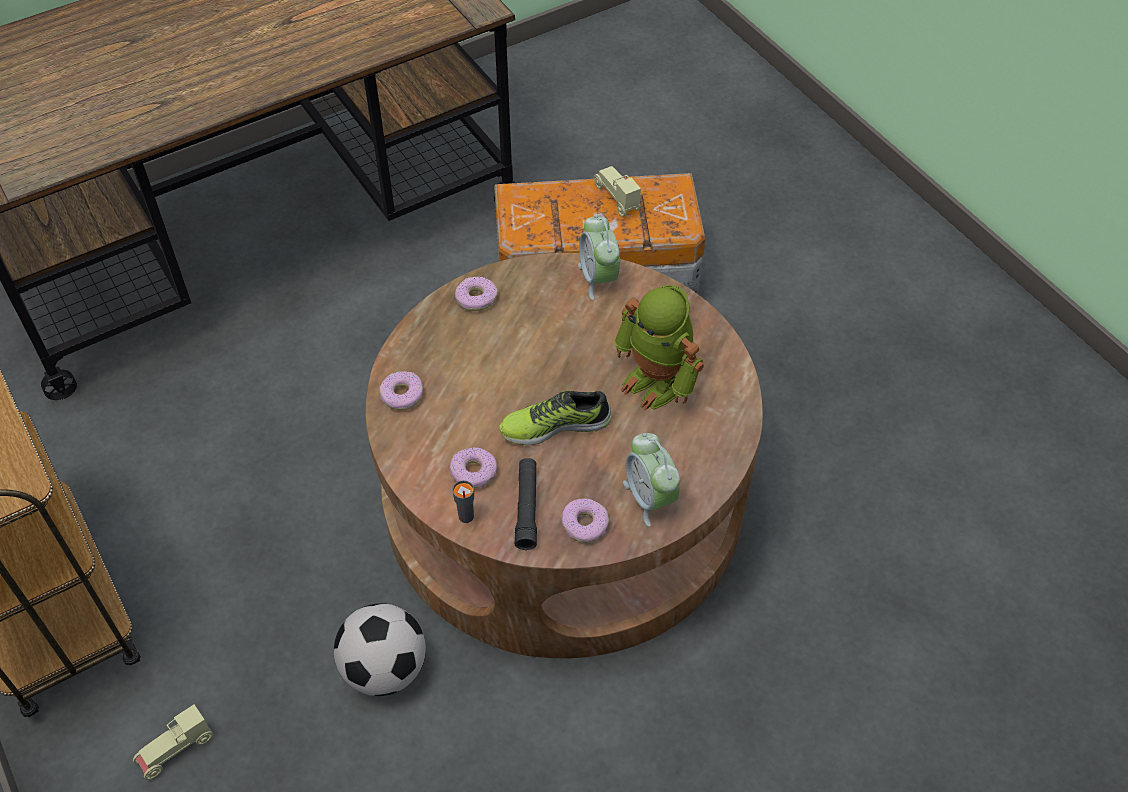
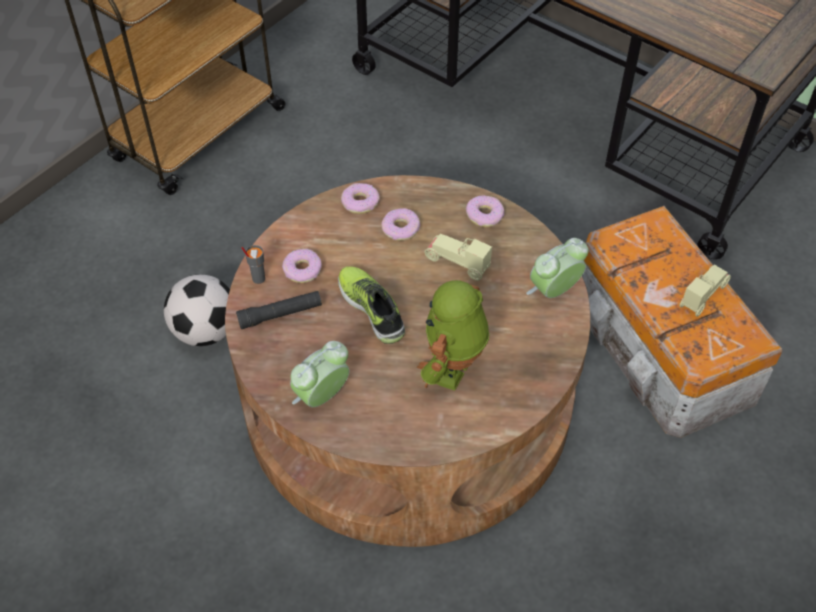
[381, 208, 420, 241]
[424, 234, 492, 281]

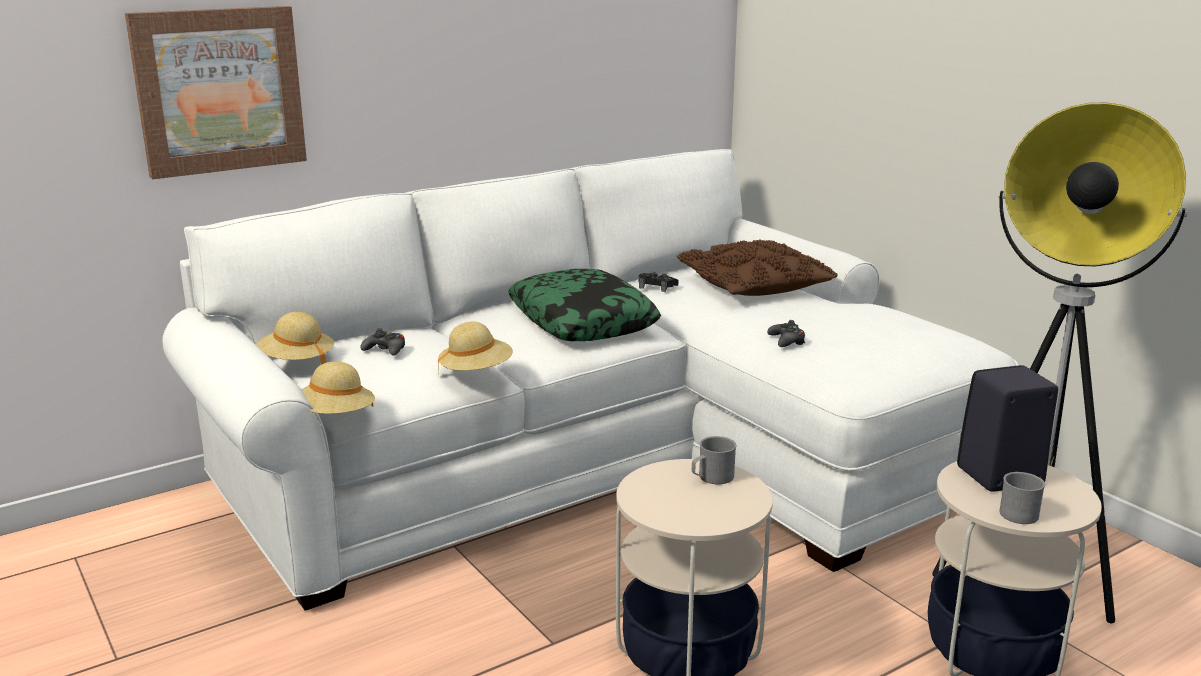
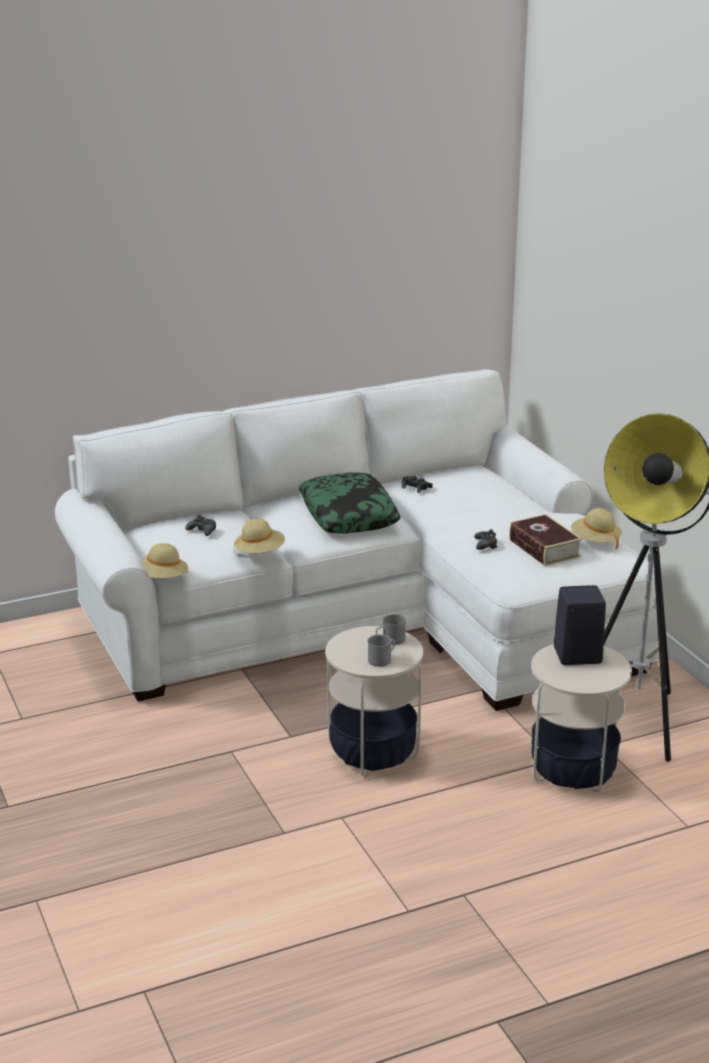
[125, 6, 307, 179] (first image)
[676, 239, 838, 296] (first image)
[571, 508, 622, 549]
[368, 635, 395, 667]
[509, 514, 582, 566]

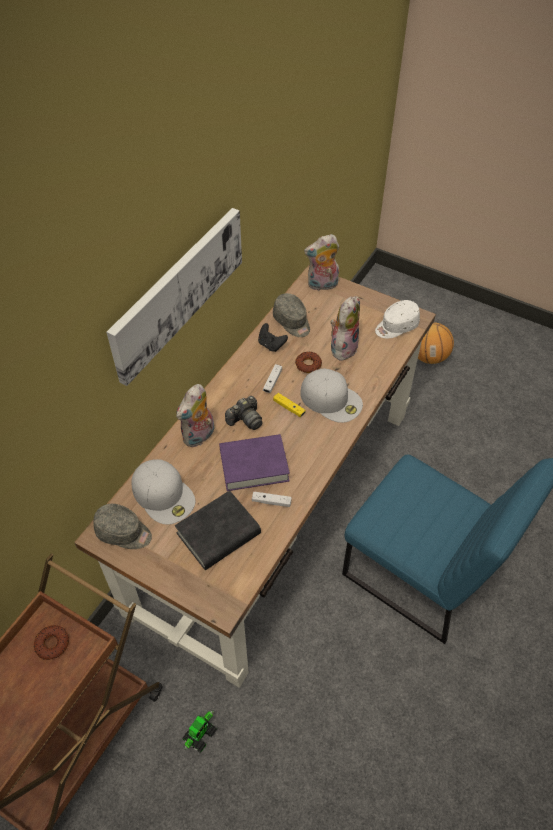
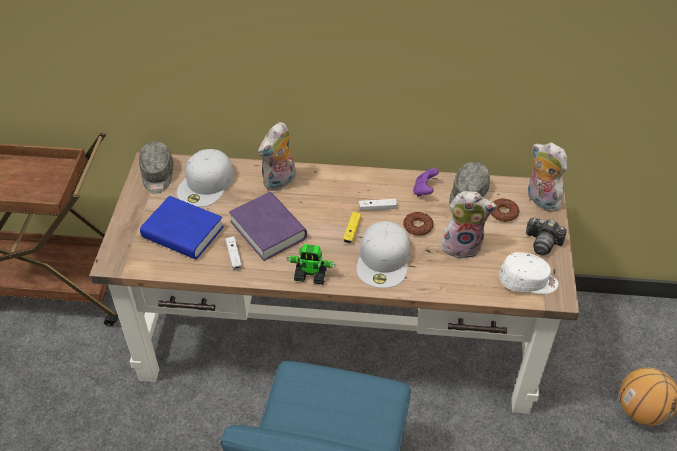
[106, 208, 242, 386] (first image)
[499, 252, 559, 294]
[413, 168, 439, 197]
[258, 122, 296, 191]
[526, 217, 567, 256]
[140, 196, 224, 260]
[491, 198, 519, 222]
[286, 244, 336, 285]

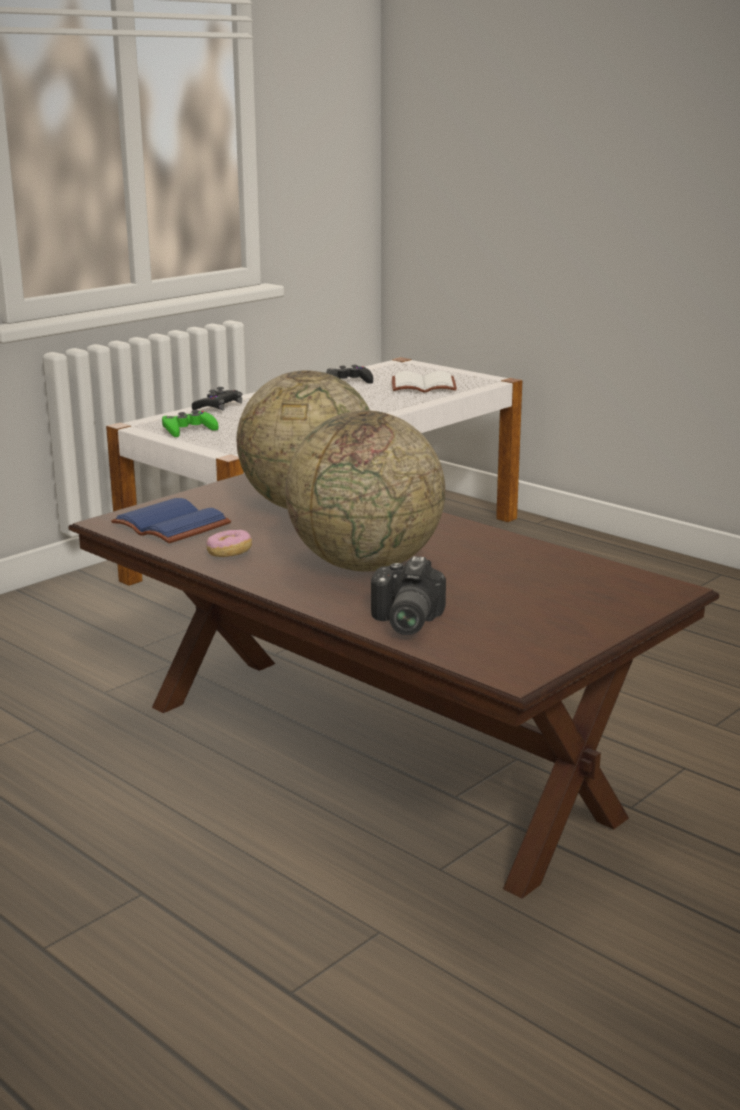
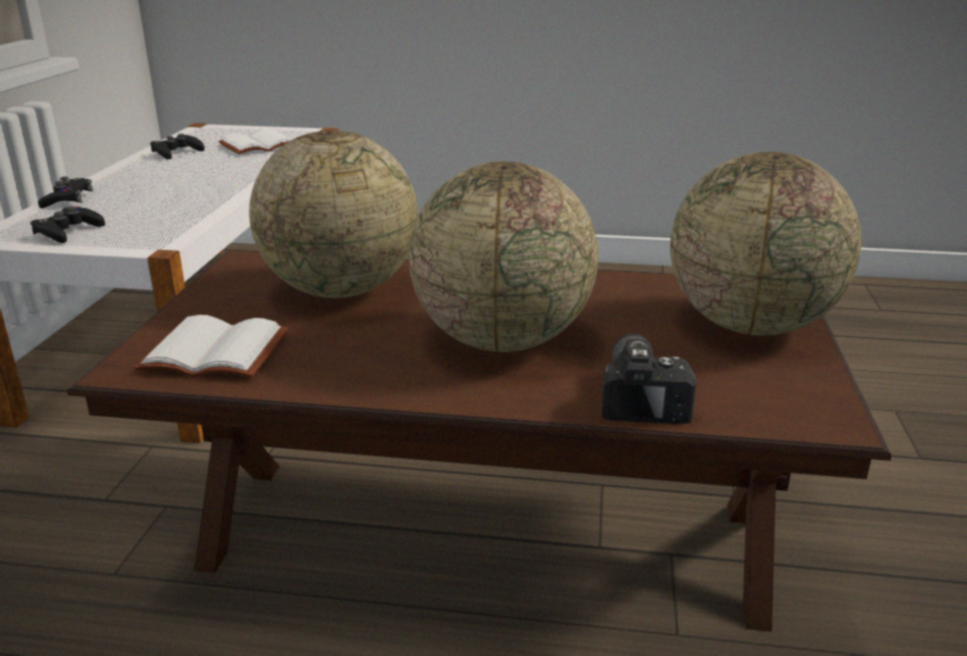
[30, 206, 105, 243]
[134, 315, 288, 378]
[206, 530, 252, 557] (first image)
[602, 334, 697, 424]
[670, 152, 861, 335]

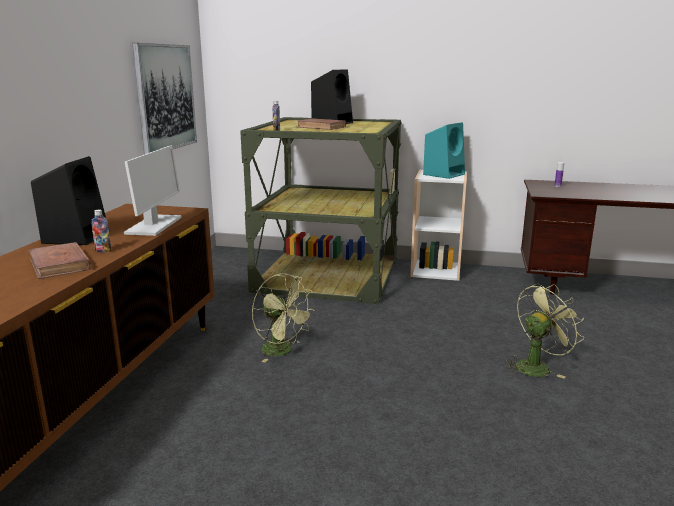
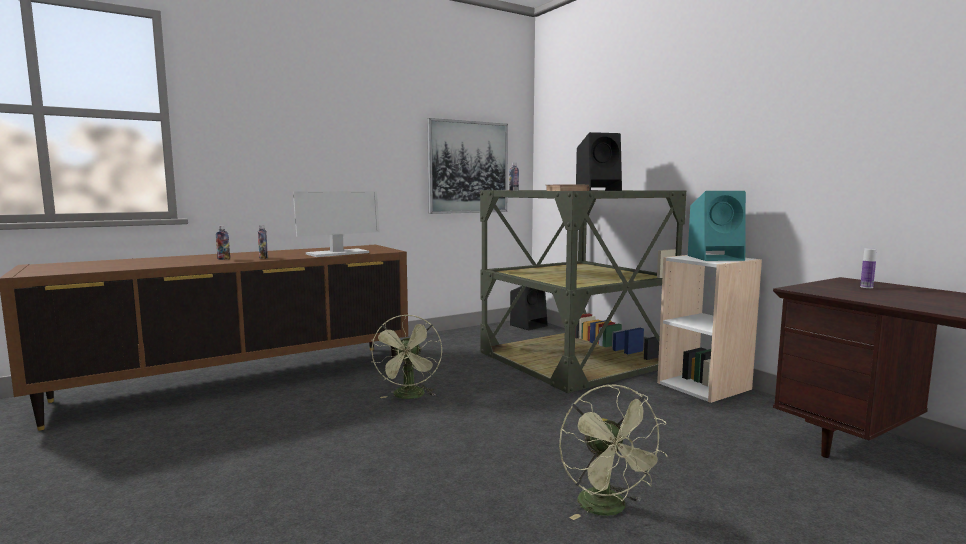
[510, 286, 548, 330]
[216, 226, 230, 260]
[559, 384, 668, 520]

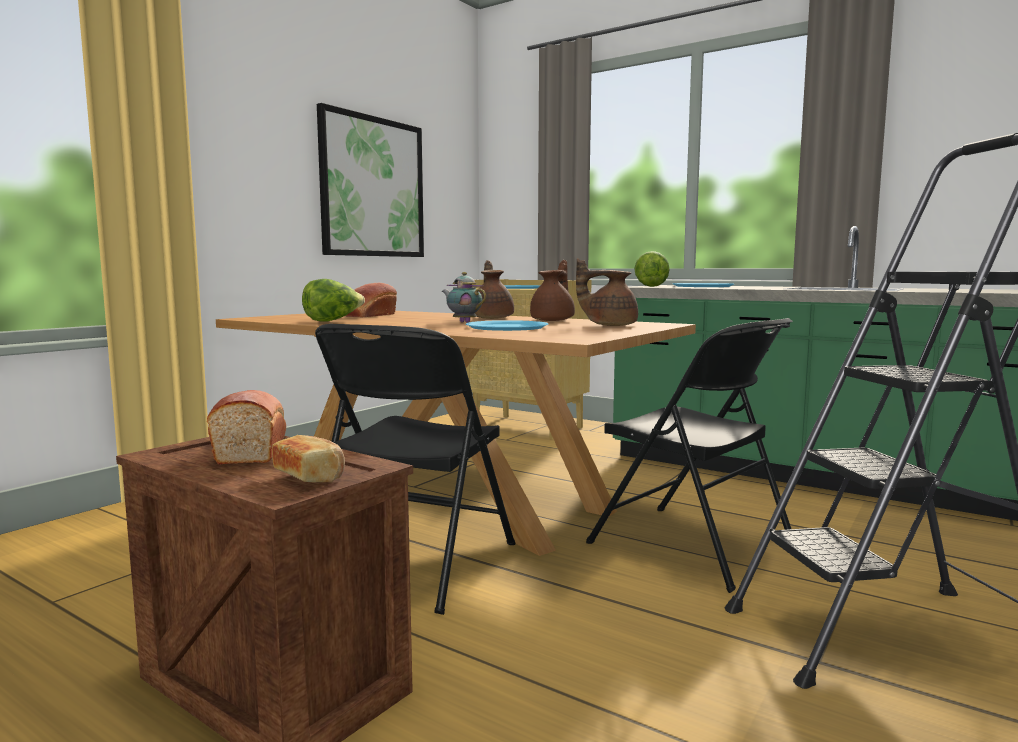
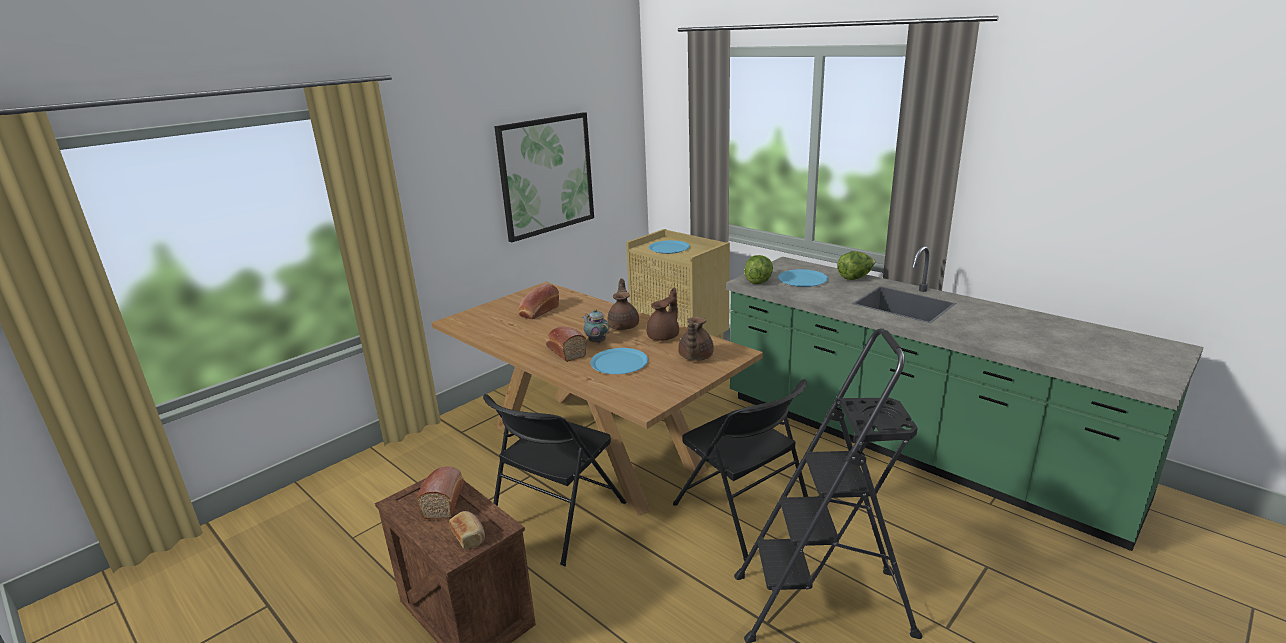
[678, 317, 714, 360]
[837, 251, 875, 280]
[546, 326, 587, 362]

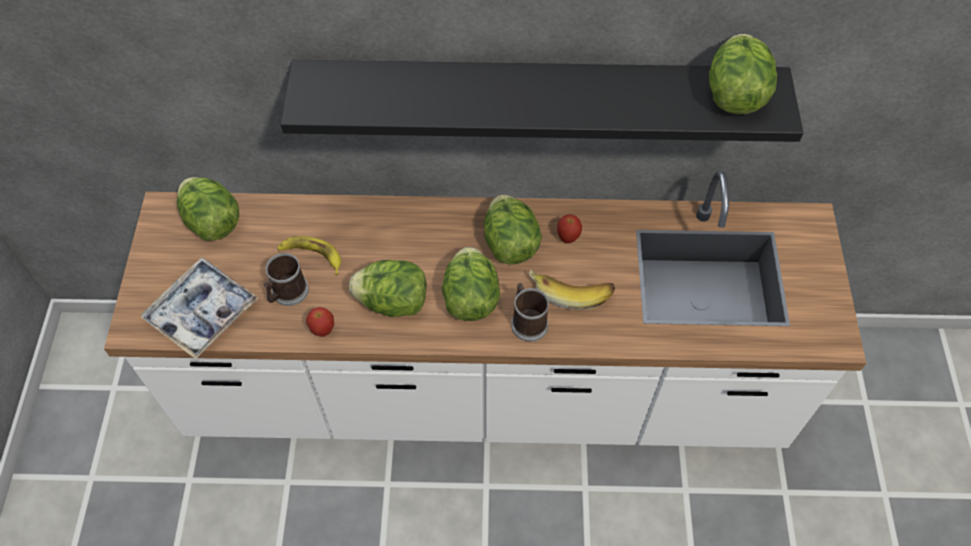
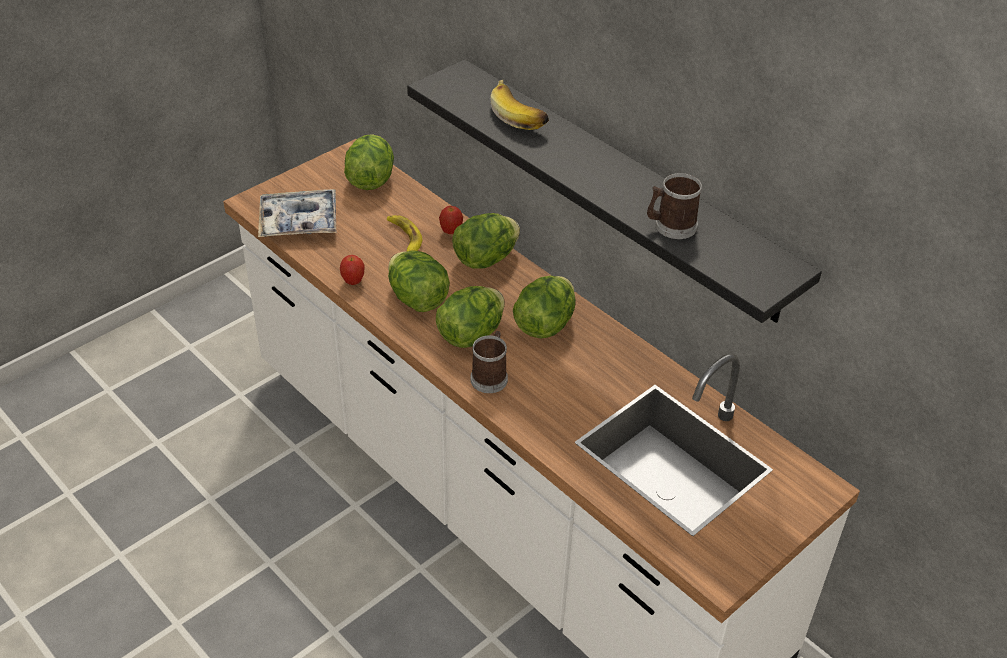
[452, 213, 520, 269]
[439, 206, 463, 234]
[647, 173, 702, 239]
[490, 80, 549, 130]

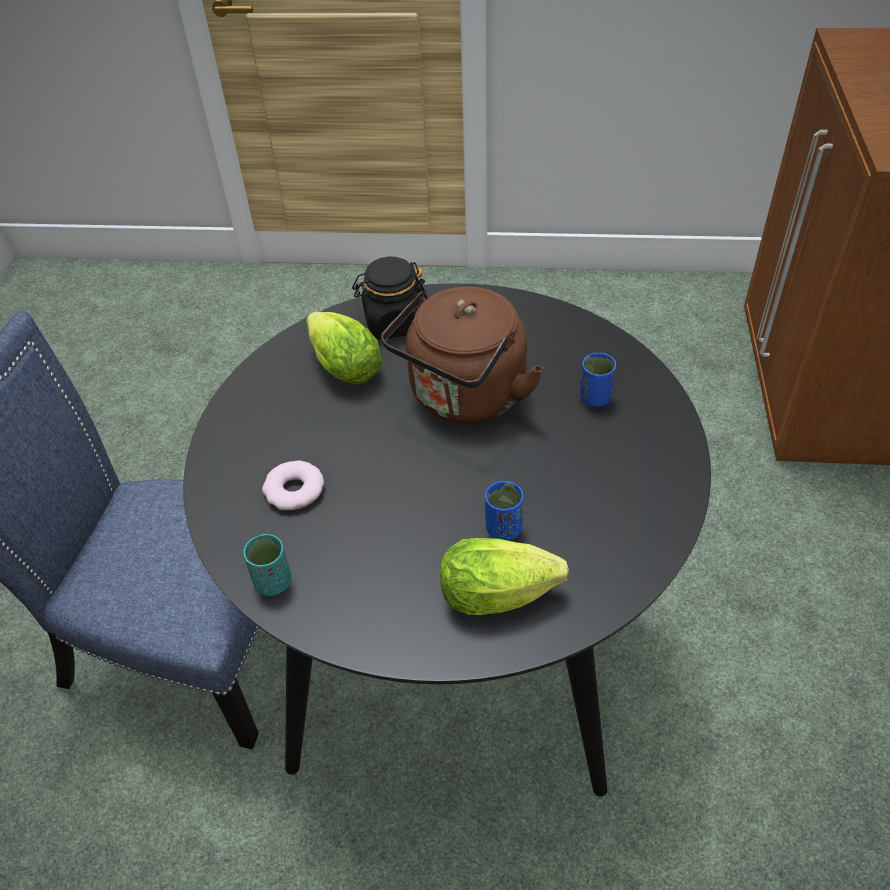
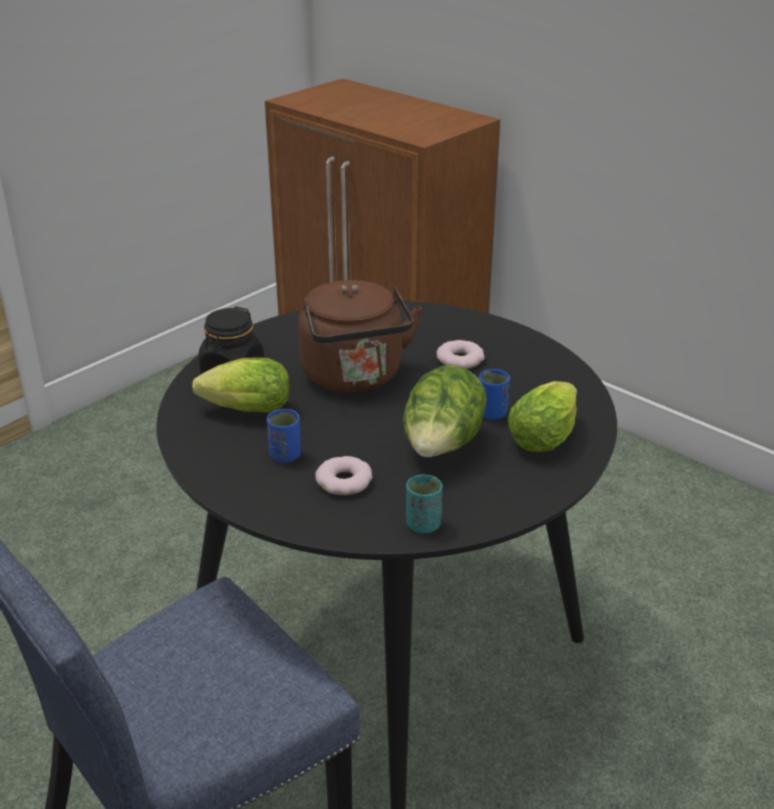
[267, 409, 301, 463]
[436, 340, 485, 369]
[403, 365, 487, 457]

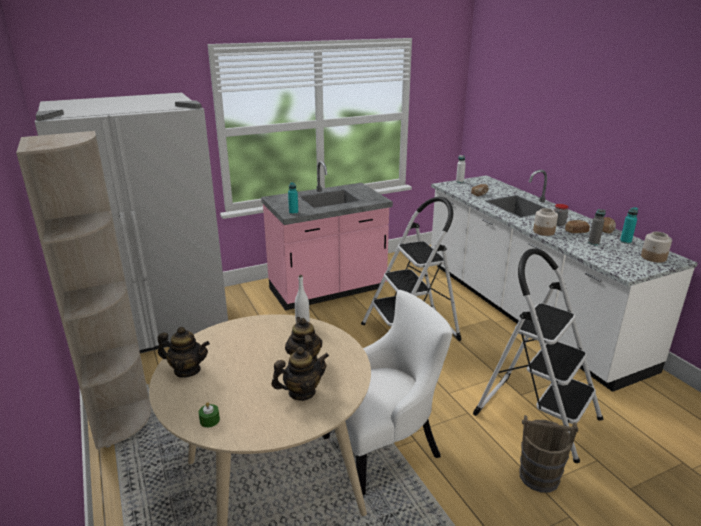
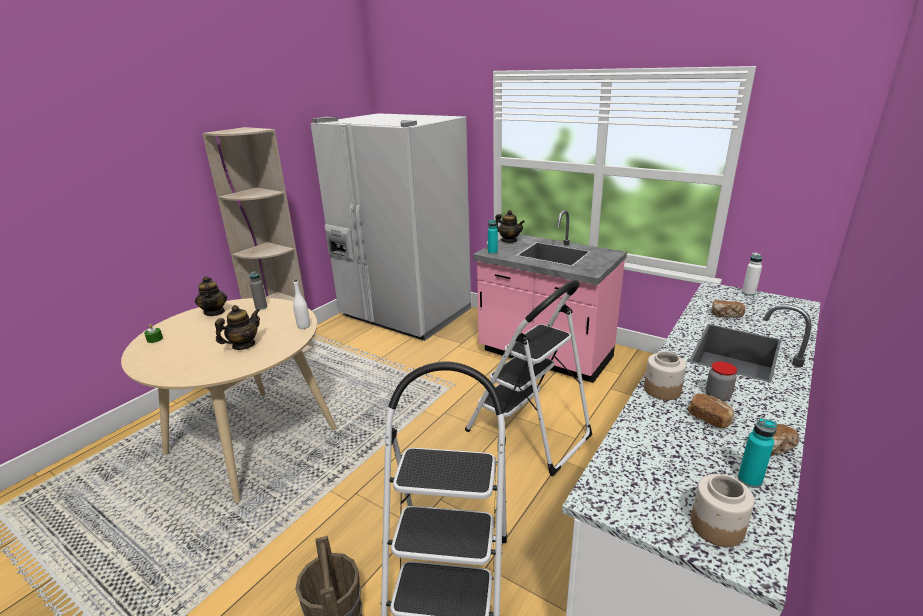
[249, 271, 267, 310]
[323, 290, 452, 495] (first image)
[495, 210, 525, 243]

